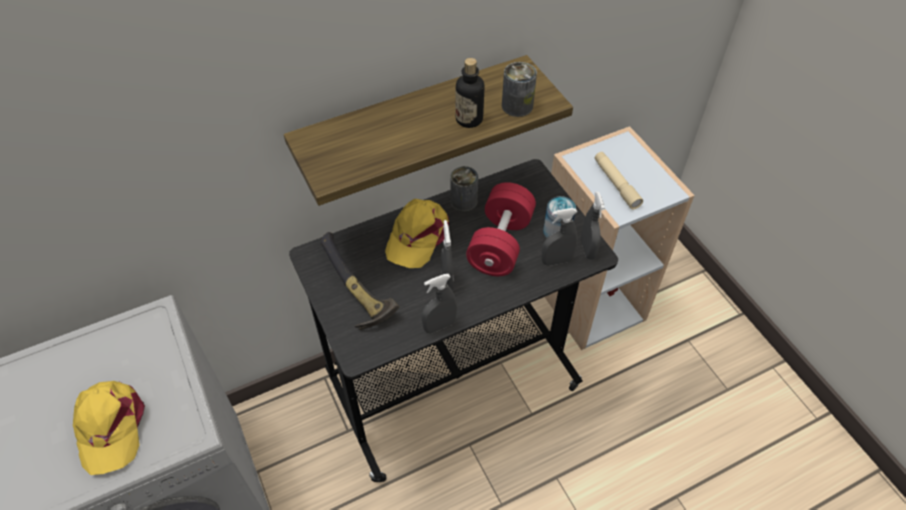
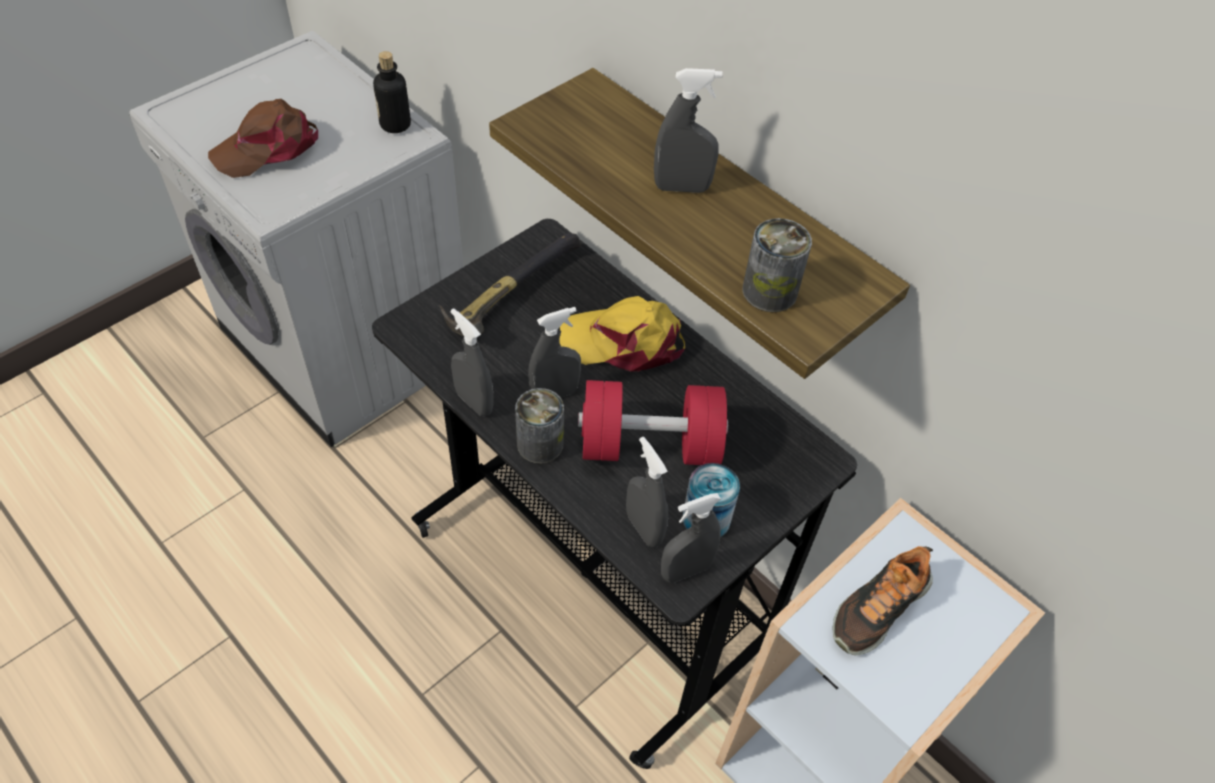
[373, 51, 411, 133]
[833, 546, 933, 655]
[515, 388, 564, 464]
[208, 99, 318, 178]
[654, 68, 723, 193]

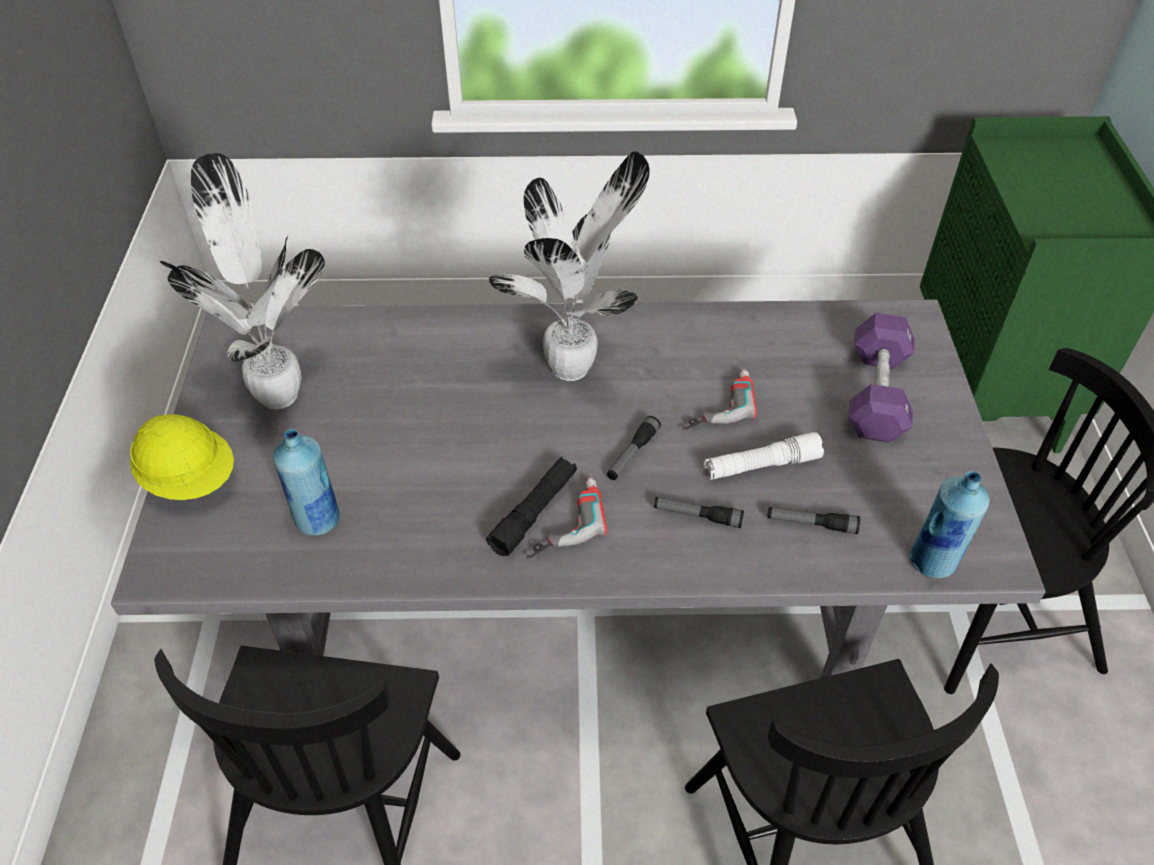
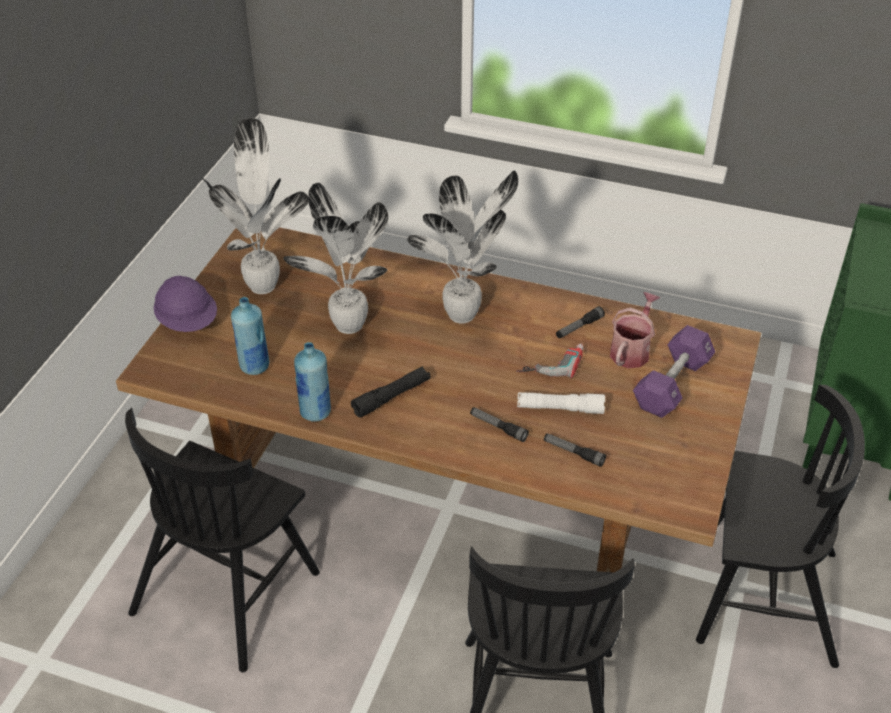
[116, 227, 761, 572]
[154, 276, 217, 332]
[556, 306, 605, 338]
[294, 342, 331, 422]
[526, 477, 607, 558] (first image)
[283, 183, 388, 334]
[610, 292, 660, 368]

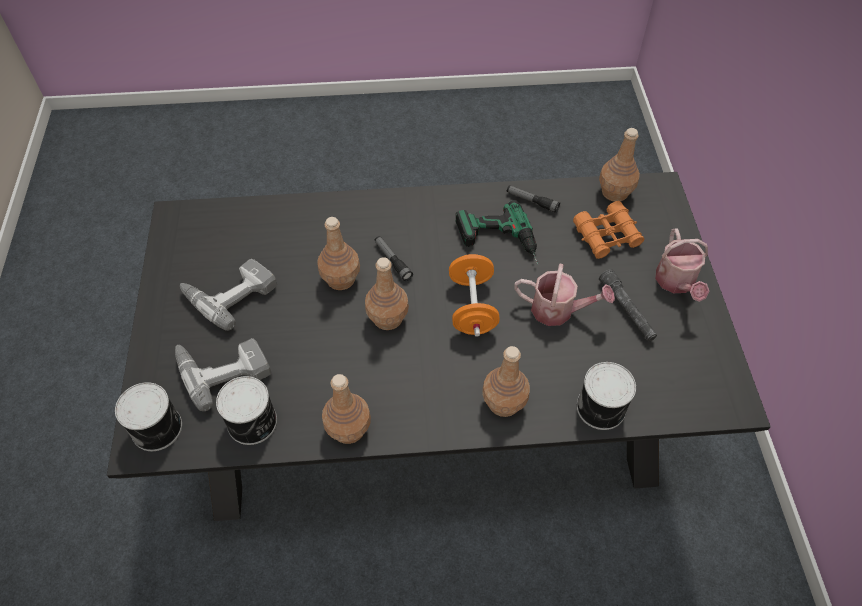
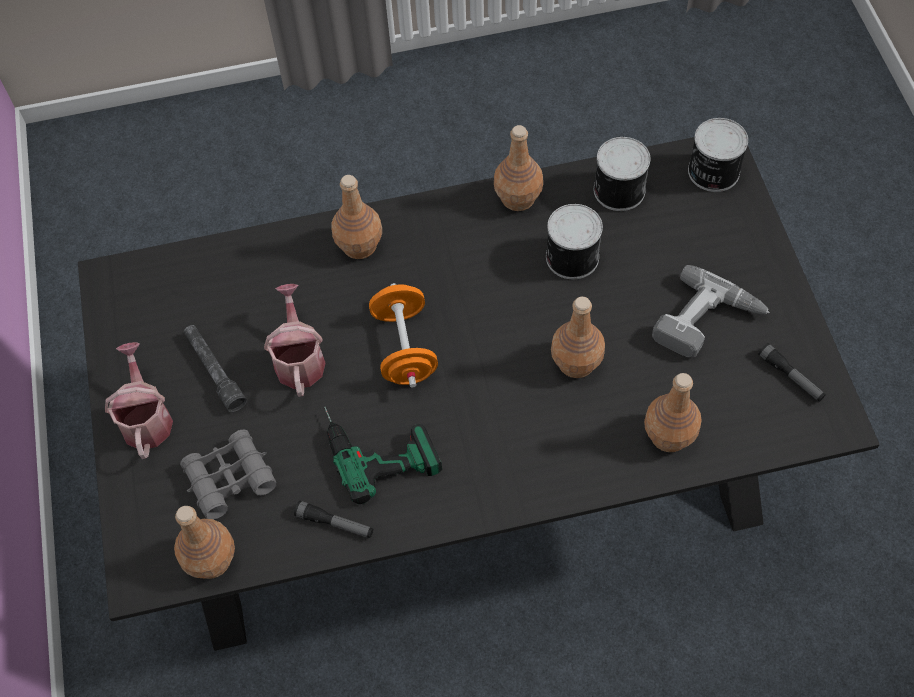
[180, 430, 276, 520]
[758, 343, 826, 402]
[644, 373, 702, 452]
[264, 284, 325, 397]
[175, 338, 271, 411] (first image)
[546, 204, 603, 279]

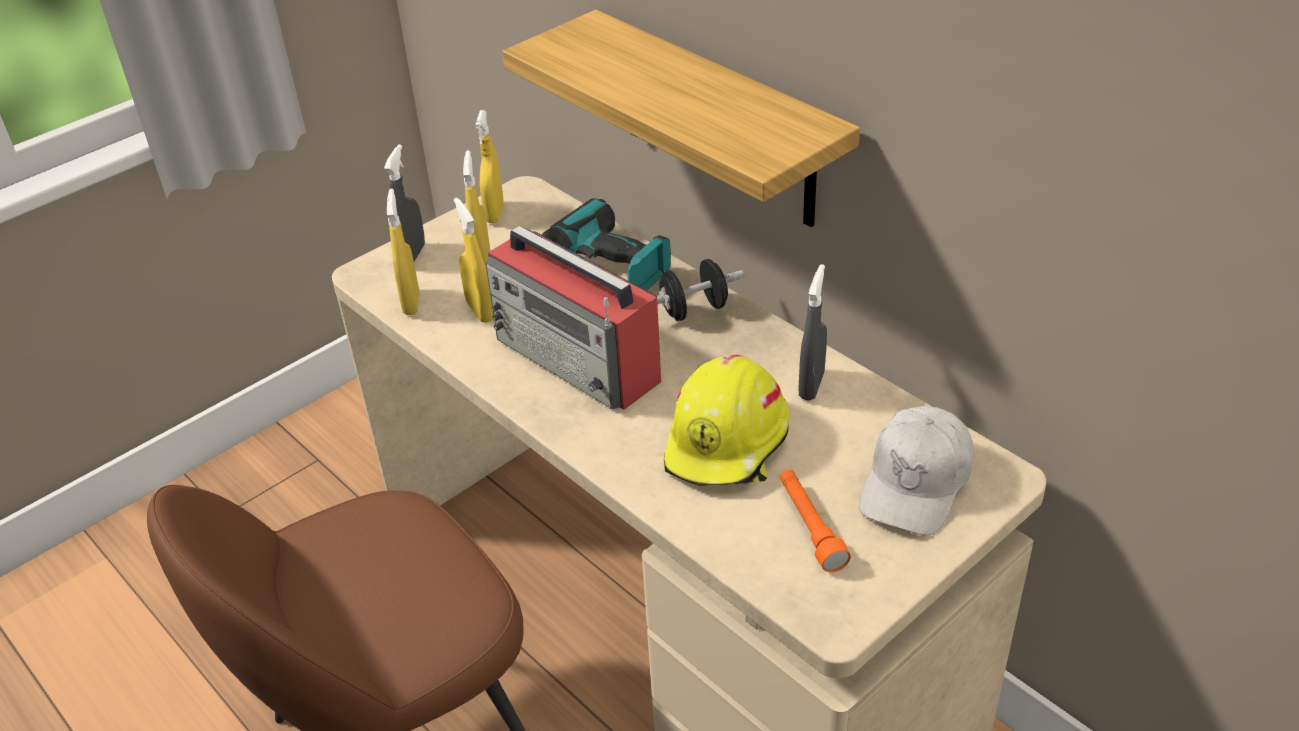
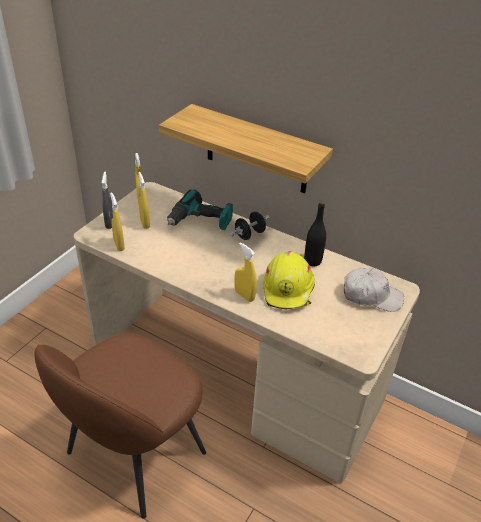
[234, 242, 257, 302]
[485, 225, 661, 410] (first image)
[304, 201, 326, 266]
[344, 268, 404, 312]
[780, 470, 851, 572] (first image)

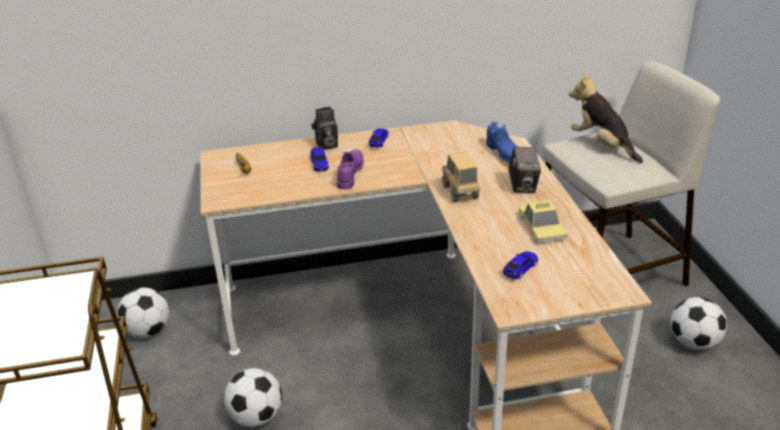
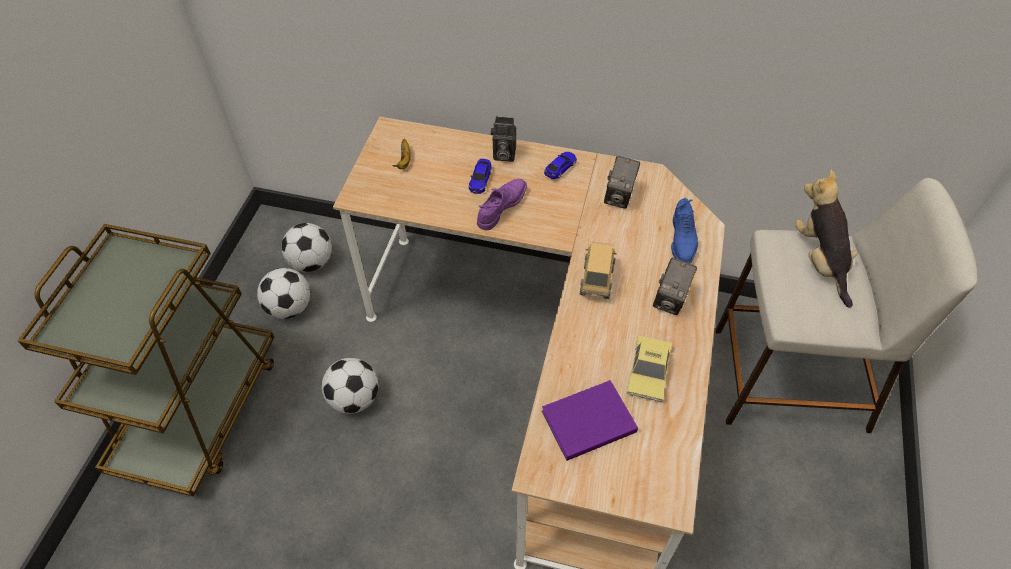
[542, 380, 638, 461]
[257, 268, 310, 319]
[604, 156, 640, 209]

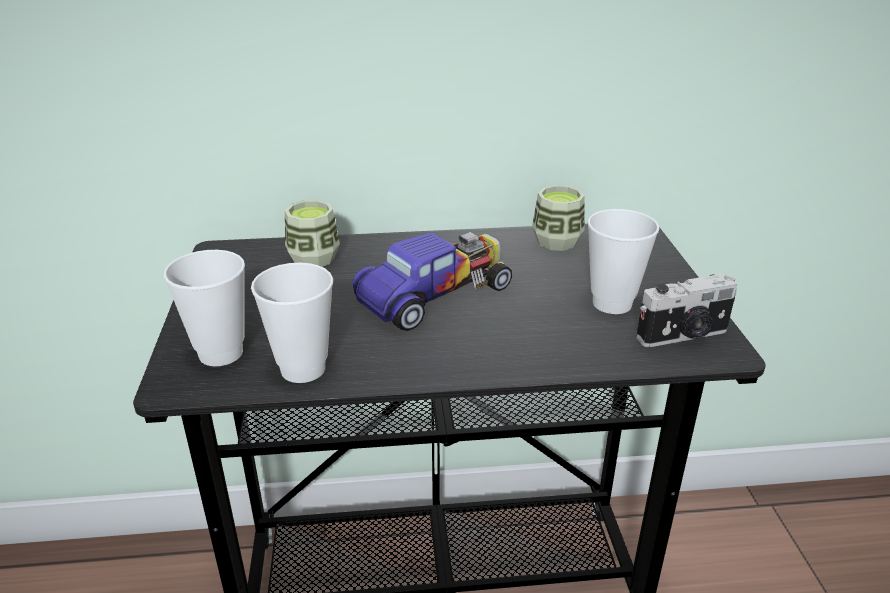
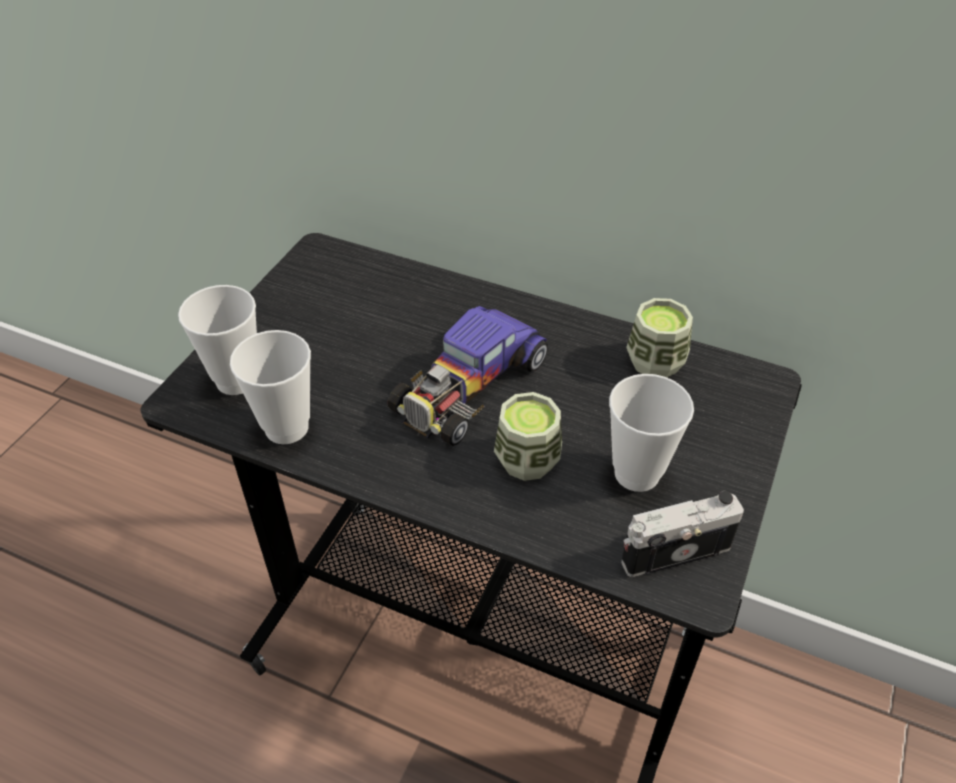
[494, 392, 562, 481]
[388, 306, 548, 446]
[621, 491, 744, 577]

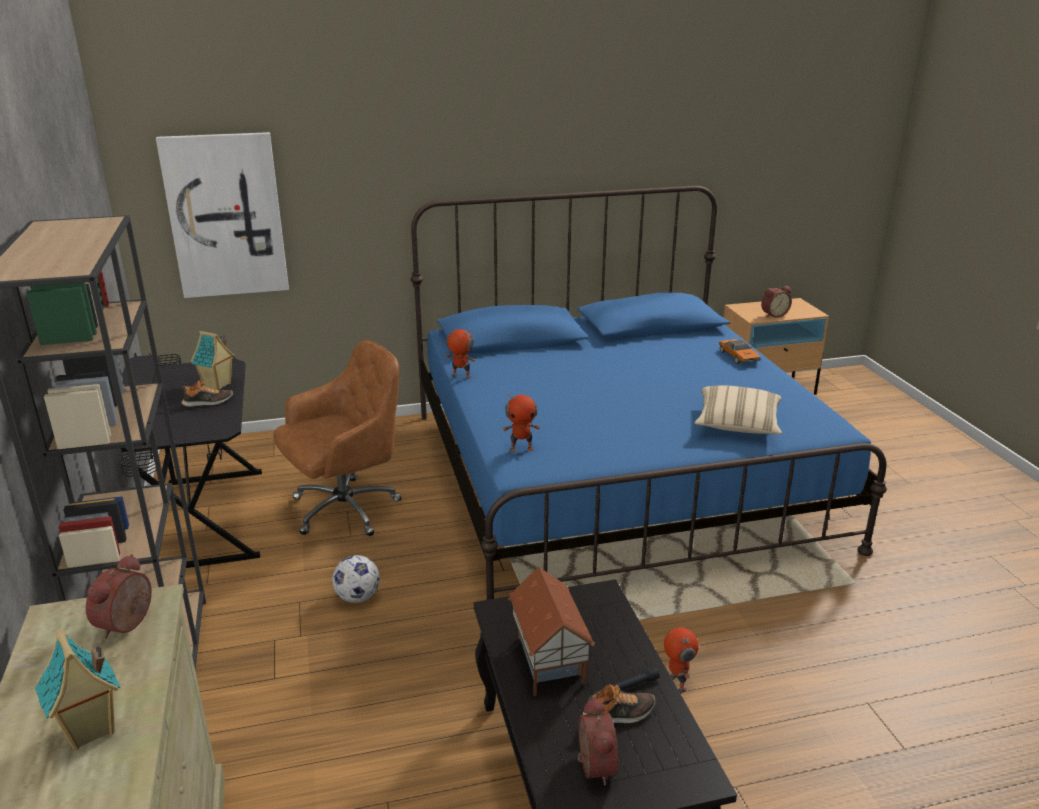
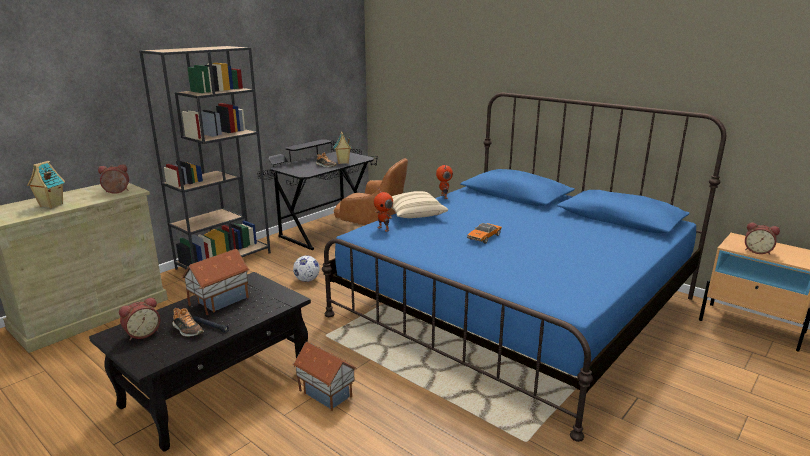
[156, 132, 289, 298] (first image)
[467, 223, 502, 243]
[392, 191, 448, 218]
[293, 342, 357, 411]

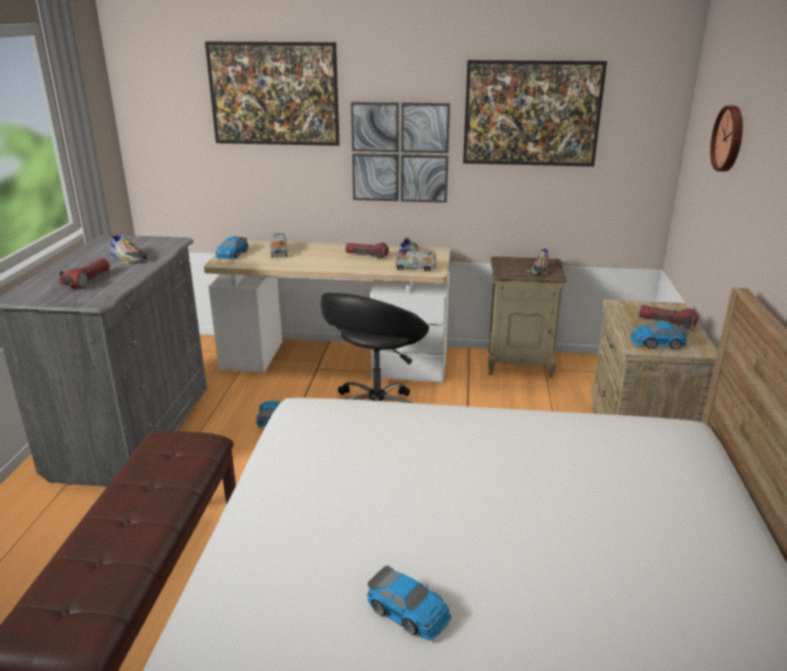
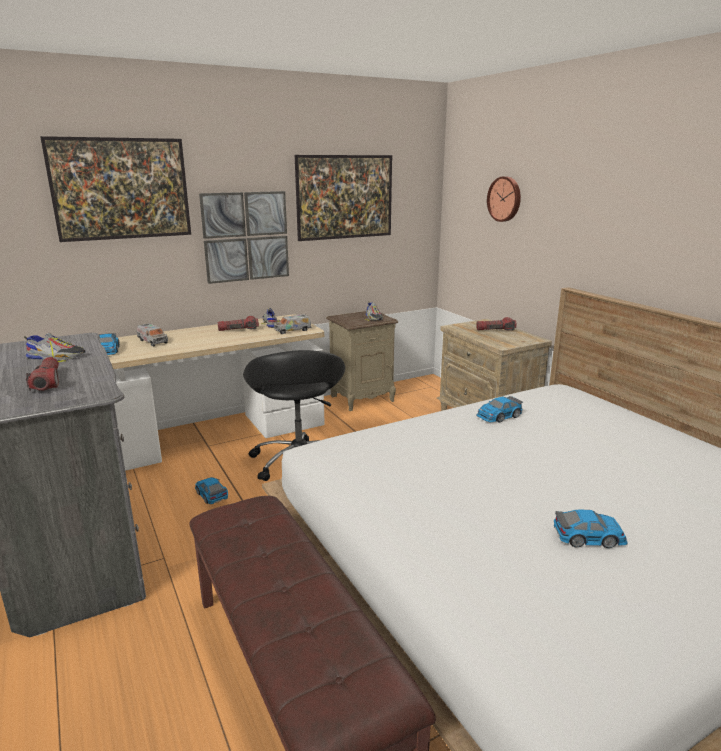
[477, 396, 523, 423]

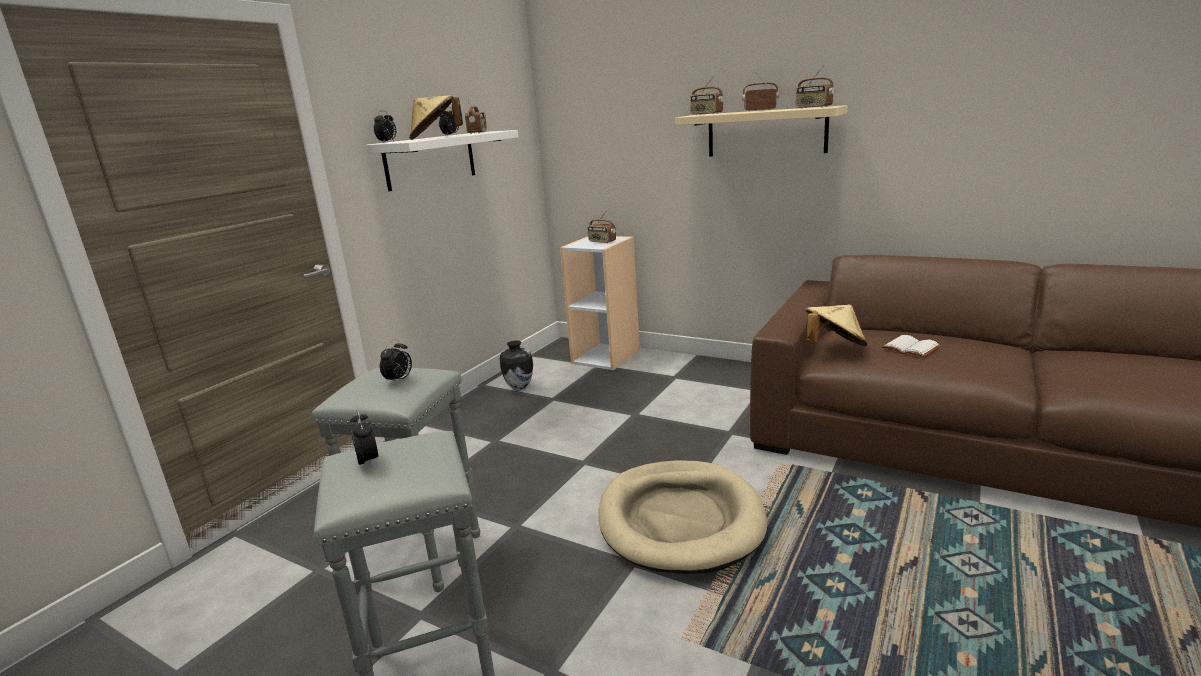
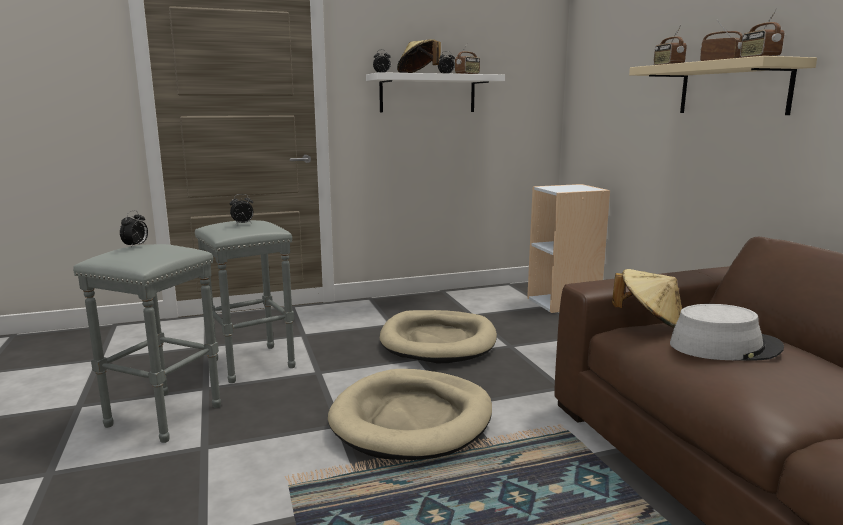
[588, 210, 616, 243] (first image)
[670, 304, 784, 361]
[500, 340, 533, 390] (first image)
[380, 310, 497, 363]

